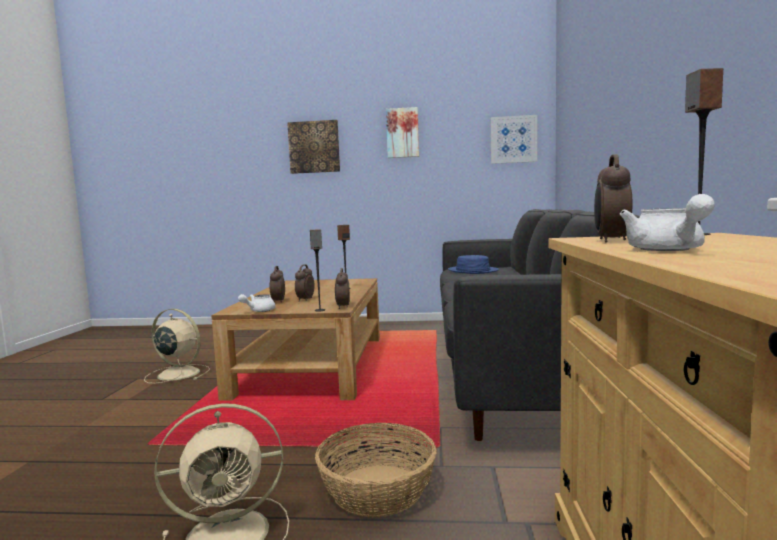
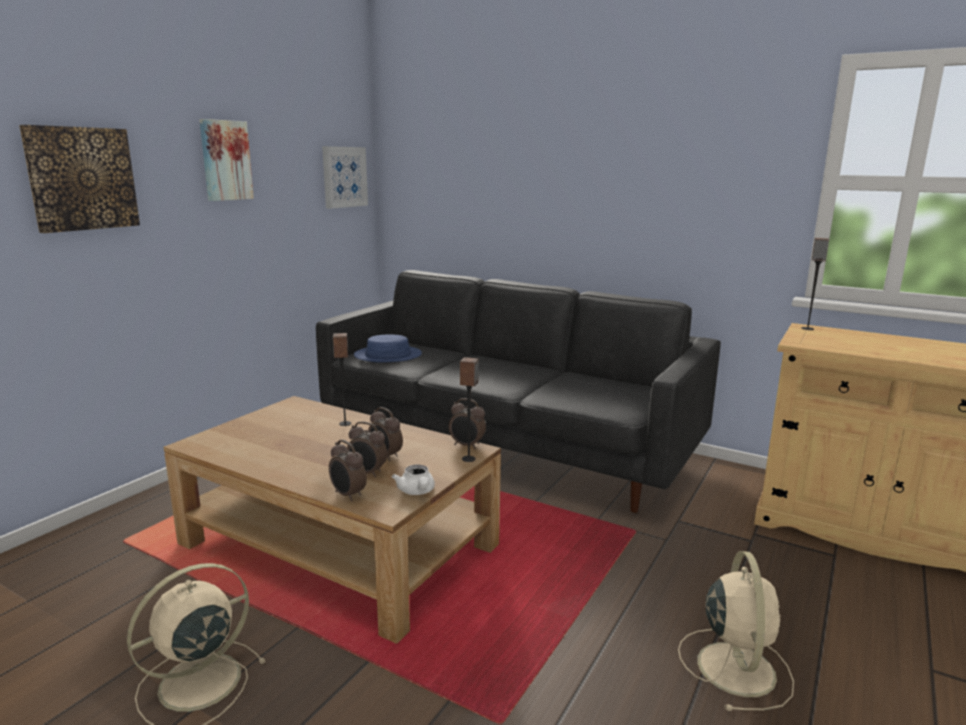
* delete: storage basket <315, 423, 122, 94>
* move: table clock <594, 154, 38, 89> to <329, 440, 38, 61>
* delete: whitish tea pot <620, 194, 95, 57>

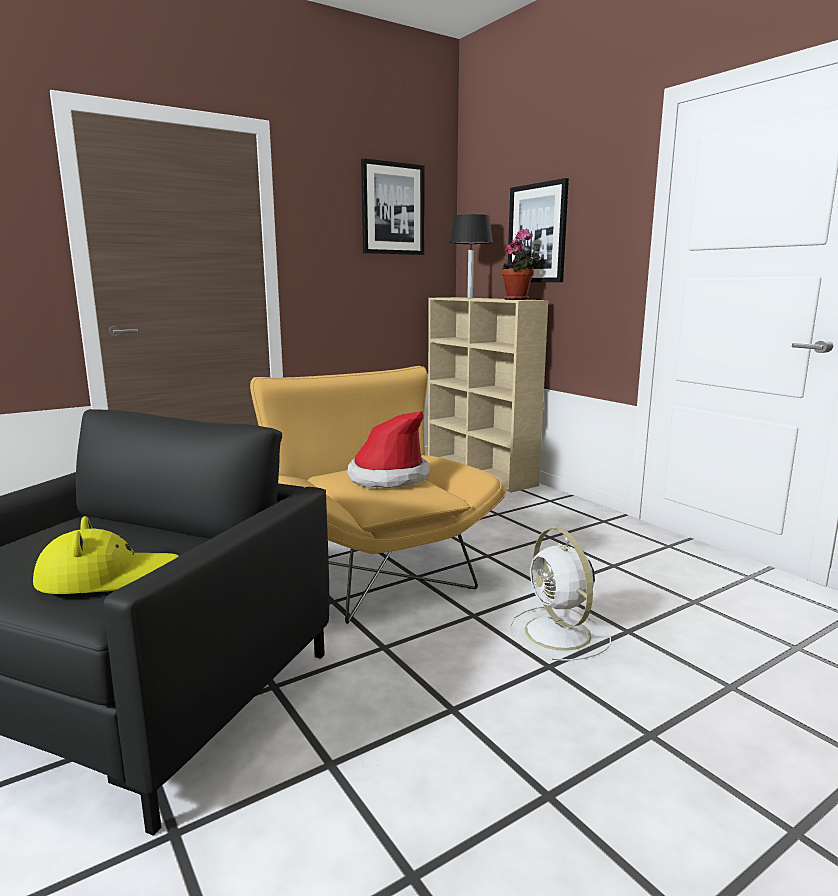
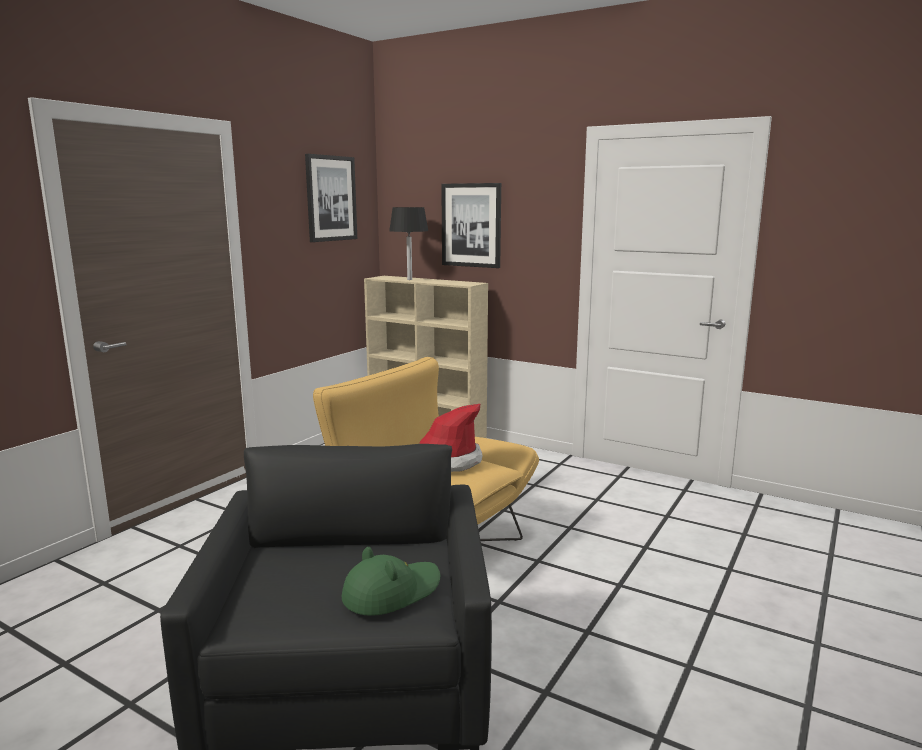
* recolor: yellow hat <33, 516, 146, 78> to greenish hat <342, 547, 98, 69>
* delete: potted plant <501, 229, 39, 71>
* delete: whitish electric fan <510, 528, 101, 133>

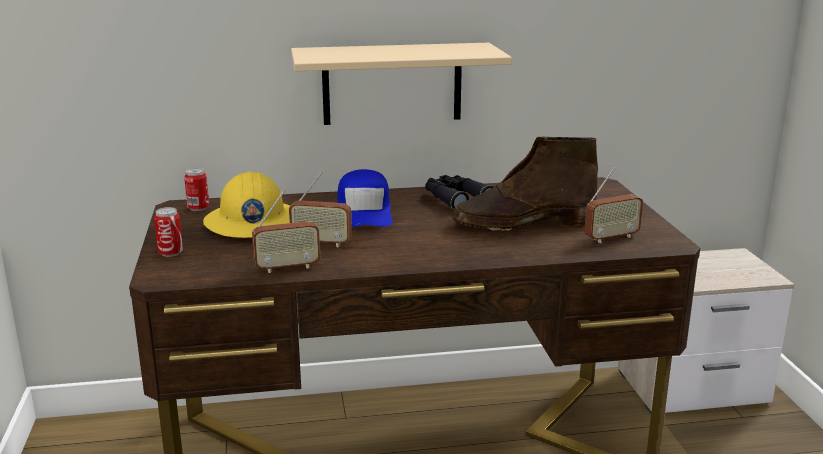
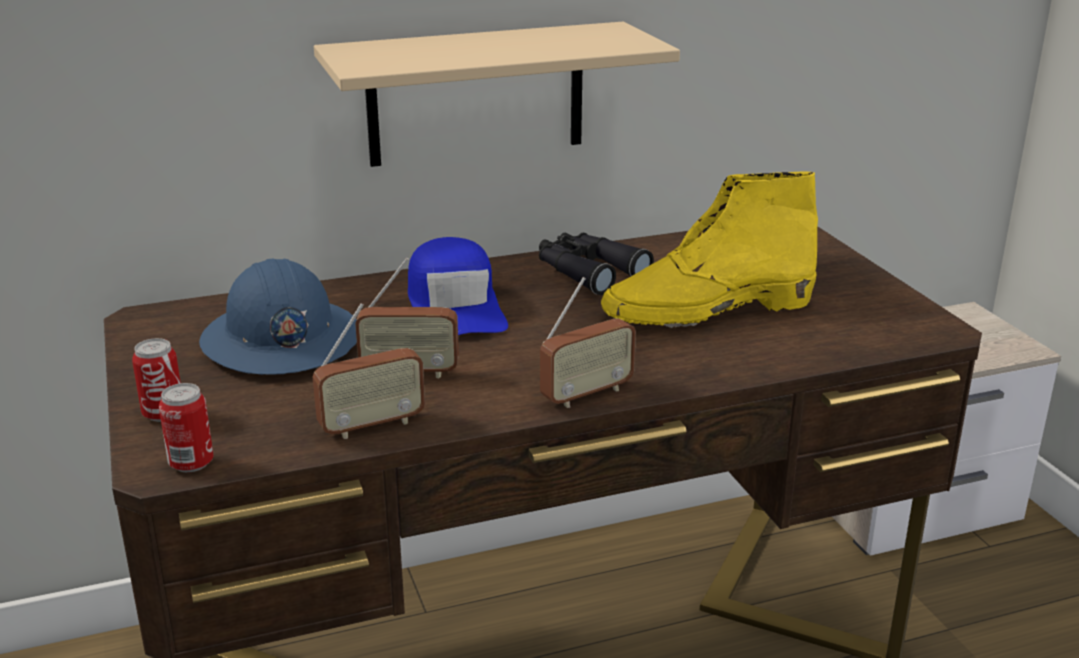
* move: metal can <184, 168, 25, 43> to <159, 383, 55, 89>
* recolor: yellow safety helmet <203, 172, 87, 66> to blue safety helmet <199, 258, 158, 117>
* recolor: brown-coloured boot <452, 137, 146, 94> to yellow boot <601, 172, 217, 156>
* move: radio <584, 167, 59, 76> to <540, 277, 96, 131>

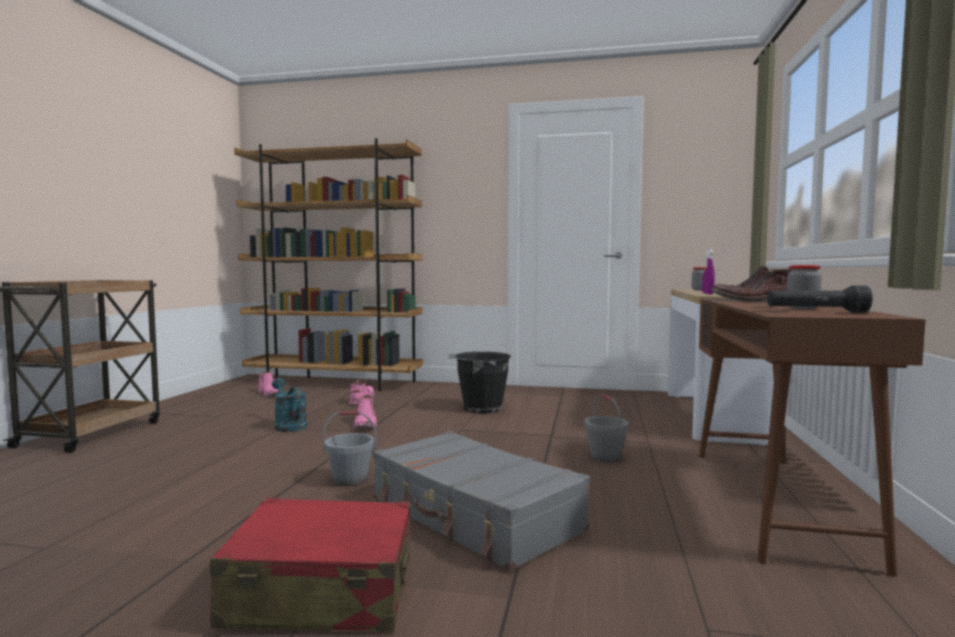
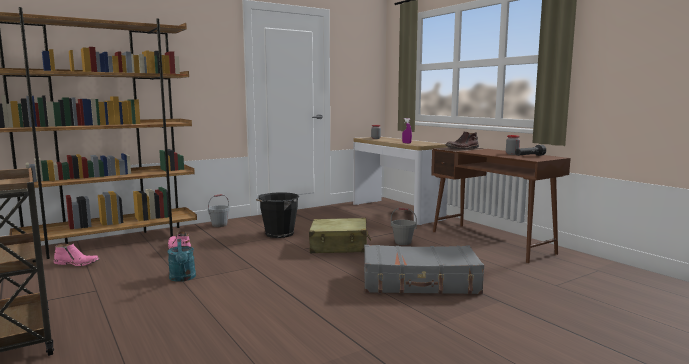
* delete: red-coloured piece of luggage <210, 498, 201, 134>
* rotate: blue-green sprinkling can <272, 378, 35, 54> = <168, 239, 28, 43> 120 degrees counterclockwise
* move: gray pail <323, 411, 53, 75> to <208, 194, 22, 33>
* delete: pinkish boot <354, 395, 23, 33>
* insert: sand-coloured piece of luggage <309, 218, 62, 35>

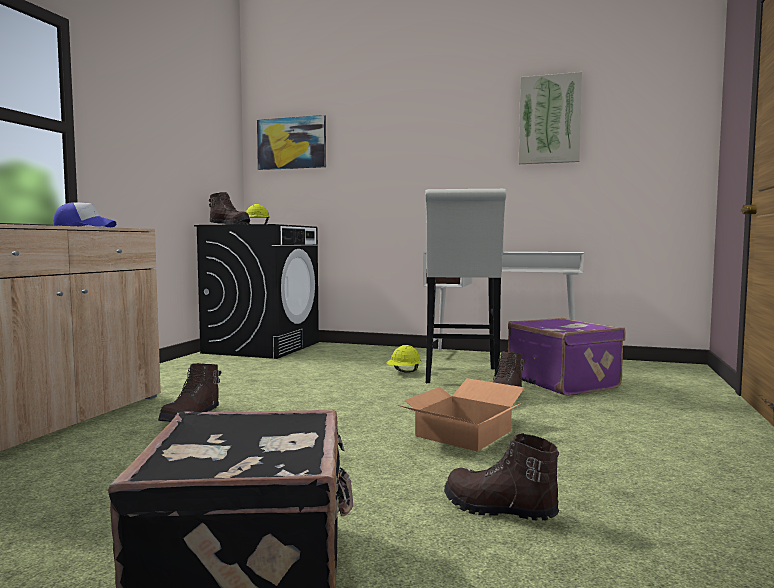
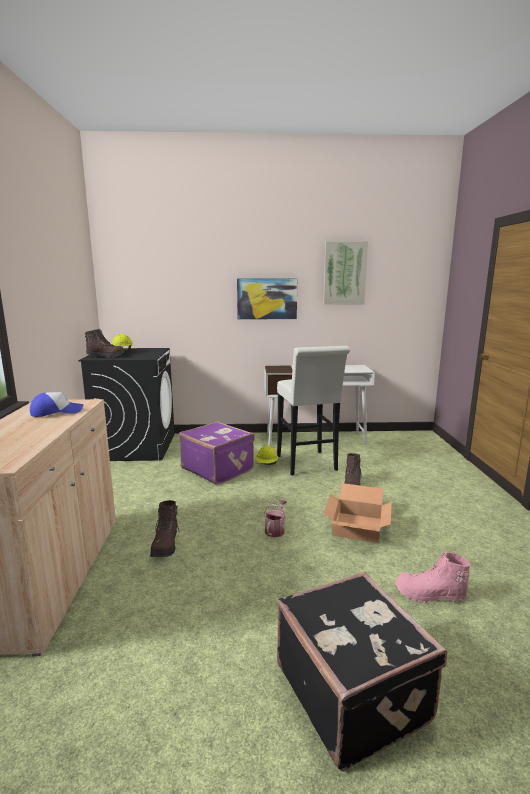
* move: picture <257, 115, 69, 55> to <237, 278, 60, 41>
* recolor: brown-coloured boot <444, 433, 115, 87> to pinkish boot <395, 552, 76, 51>
* move: purple-coloured piece of luggage <508, 318, 117, 77> to <179, 421, 76, 64>
* insert: sprinkling can <264, 500, 23, 37>

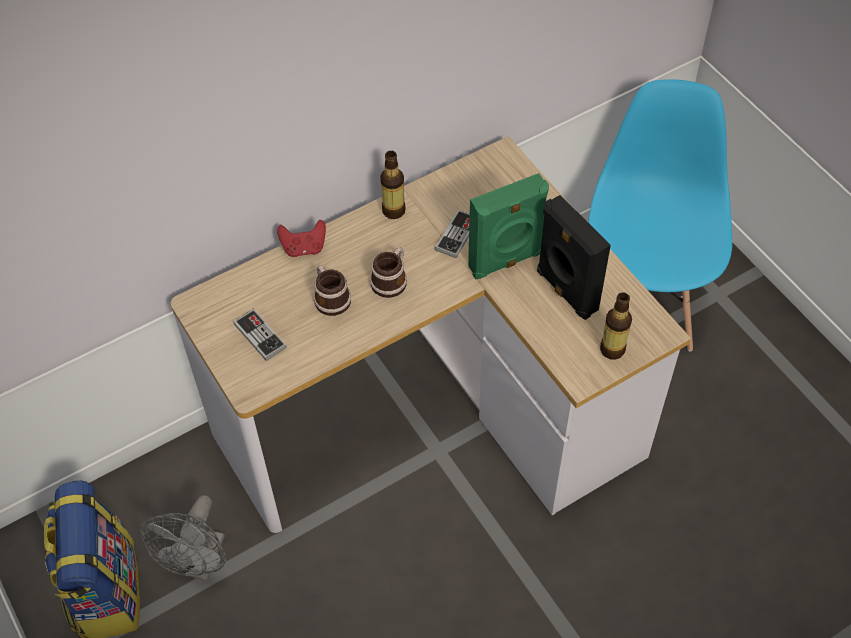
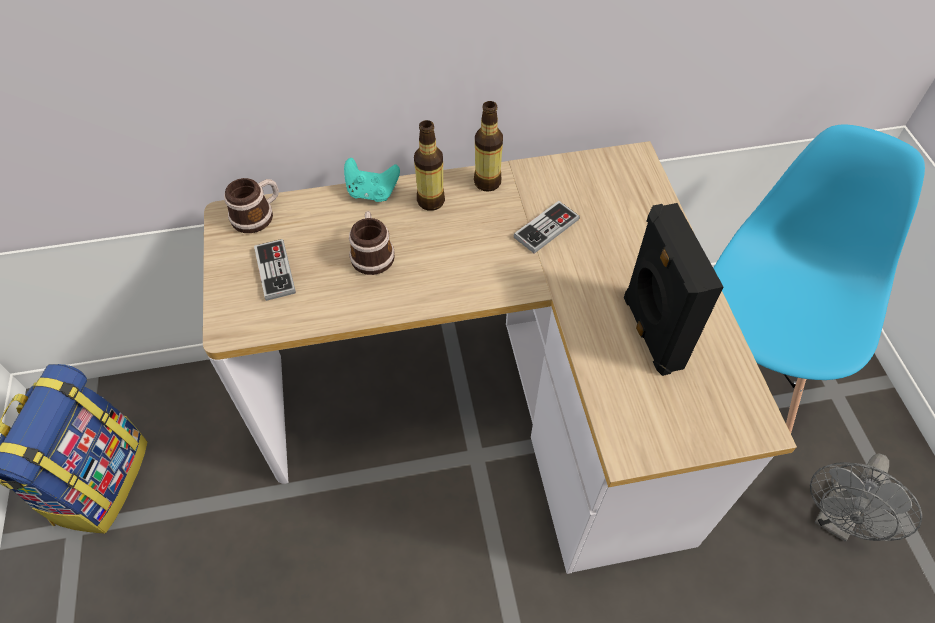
* move: gray electric fan <140, 495, 86, 86> to <810, 453, 112, 89>
* recolor: red-coloured game controller <277, 220, 49, 37> to blue-green game controller <344, 158, 56, 44>
* move: tea mug <370, 247, 37, 51> to <224, 178, 55, 55>
* delete: greenish loudspeaker <468, 173, 81, 106>
* move: beverage bottle <600, 292, 32, 68> to <414, 120, 31, 91>

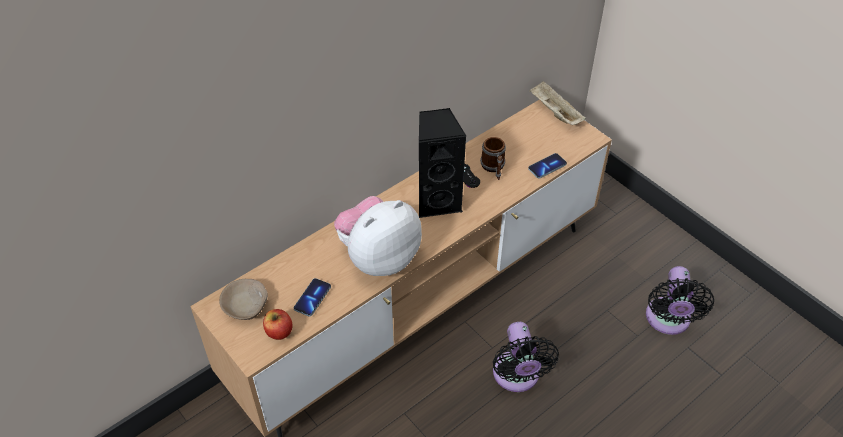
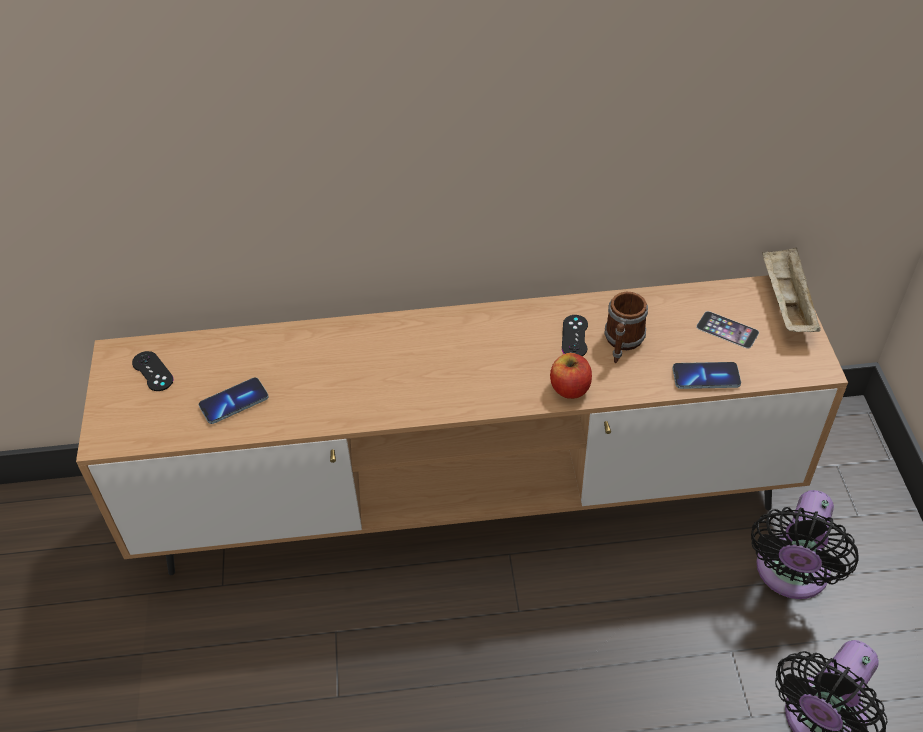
* replace: sand-coloured bowl <219, 279, 49, 41> to blackish game controller <132, 351, 42, 40>
* move: whole apple <263, 309, 29, 31> to <550, 353, 42, 46>
* delete: plush toy <334, 196, 88, 80>
* delete: blackish loudspeaker <419, 108, 48, 110>
* move: blackish electric fan <493, 322, 66, 70> to <751, 490, 108, 109>
* insert: phone <696, 311, 63, 38>

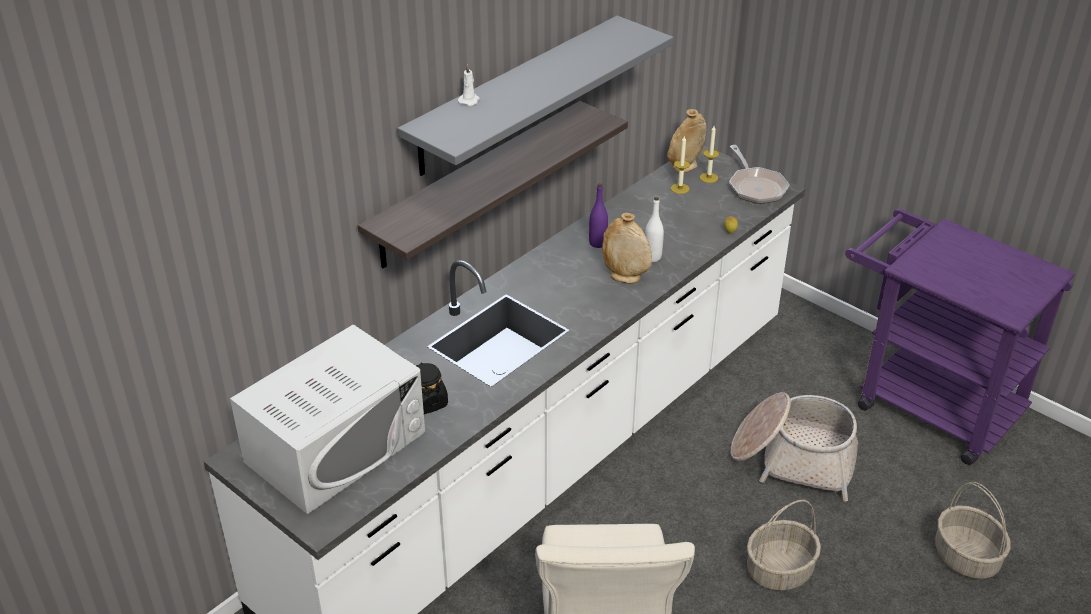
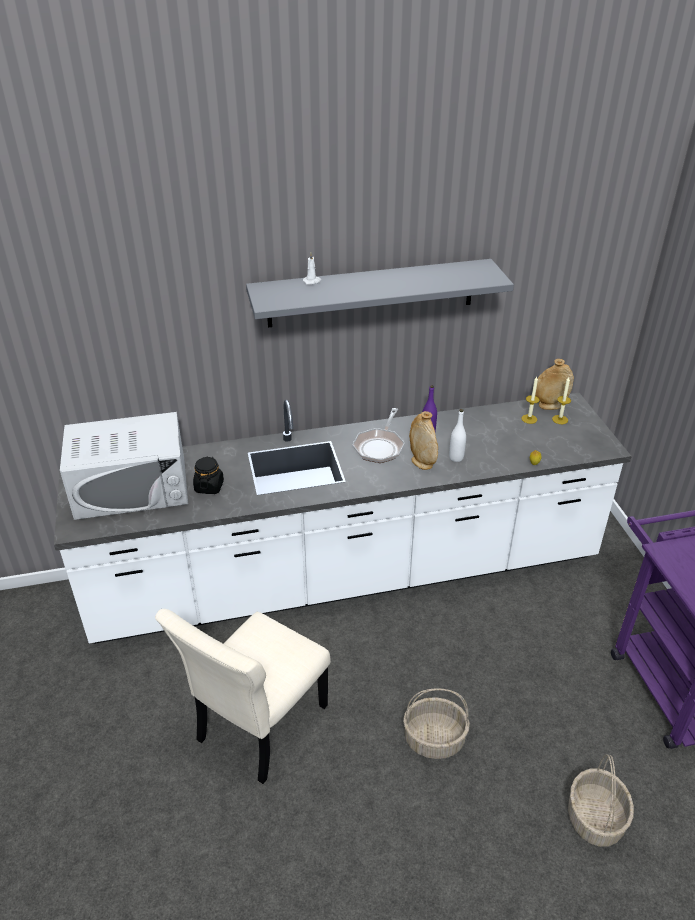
* delete: bracket shelf <358, 101, 270, 167>
* move: pan <729, 145, 61, 59> to <352, 408, 53, 55>
* delete: storage basket <730, 392, 128, 110>

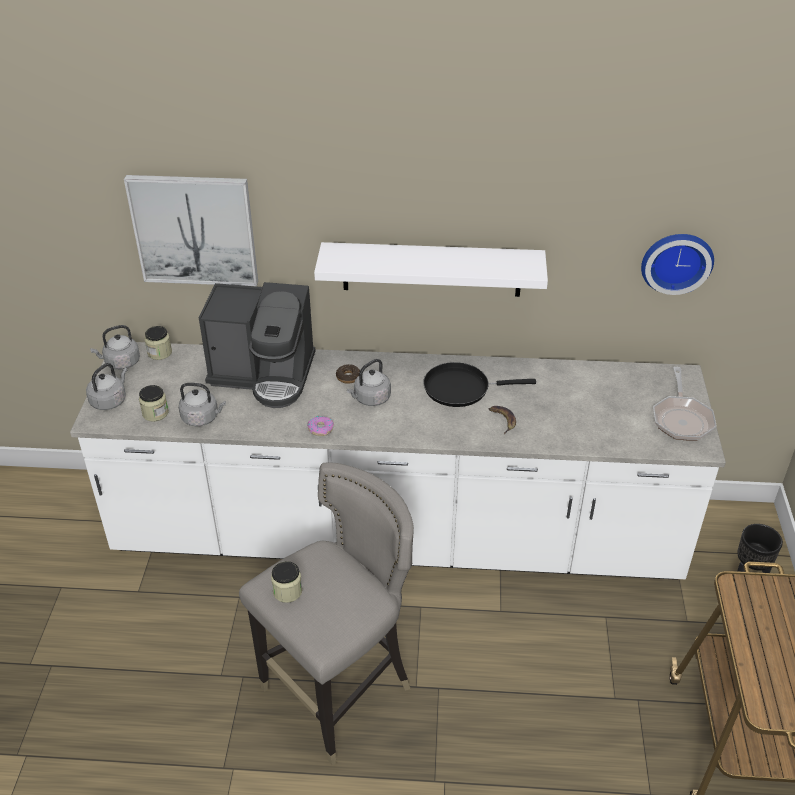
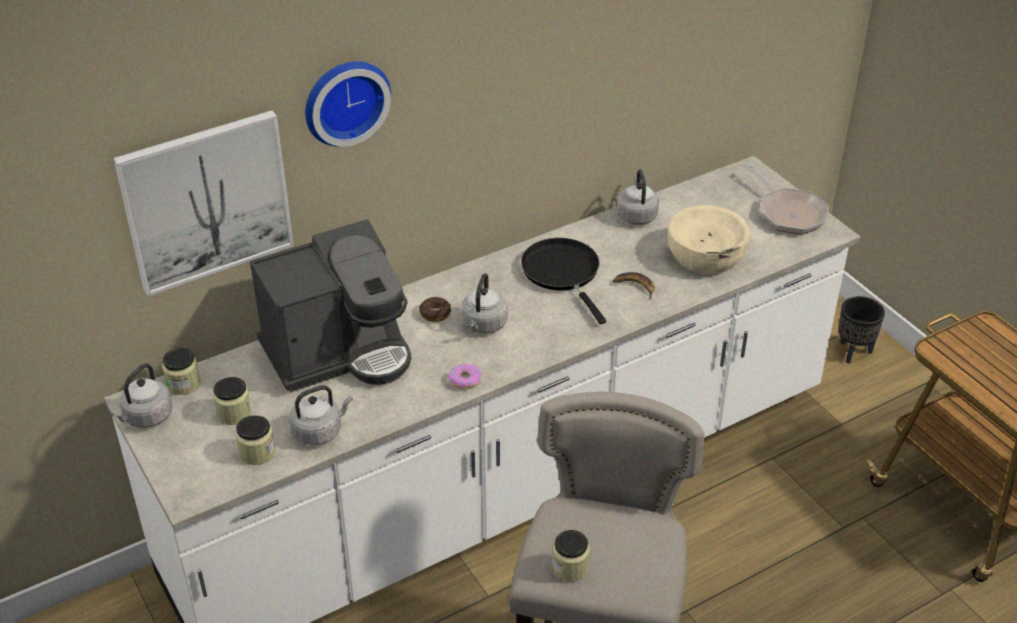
* move: gray tea kettle <86, 363, 41, 47> to <617, 170, 42, 55>
* delete: whitish bracket shelf <314, 242, 234, 55>
* rotate: blackish pan <423, 362, 113, 45> = <521, 238, 85, 86> 105 degrees clockwise
* move: hanging clock <641, 234, 73, 61> to <305, 61, 86, 86>
* insert: storage jar <213, 377, 39, 48>
* insert: sand-coloured bowl <668, 205, 82, 69>

